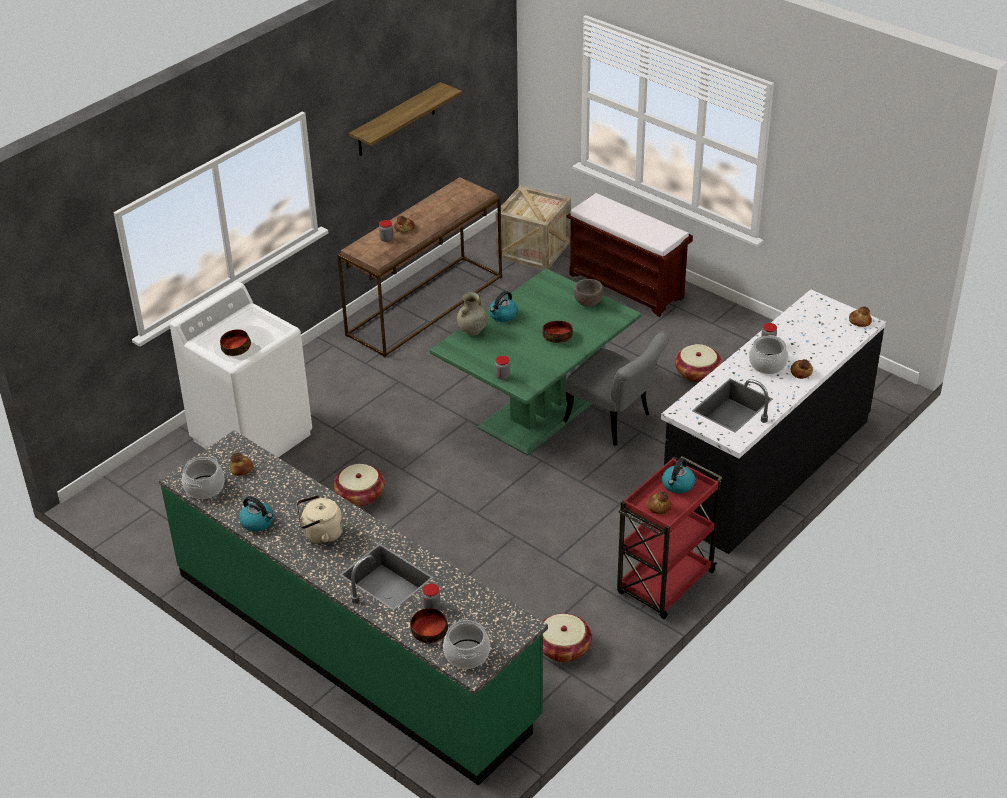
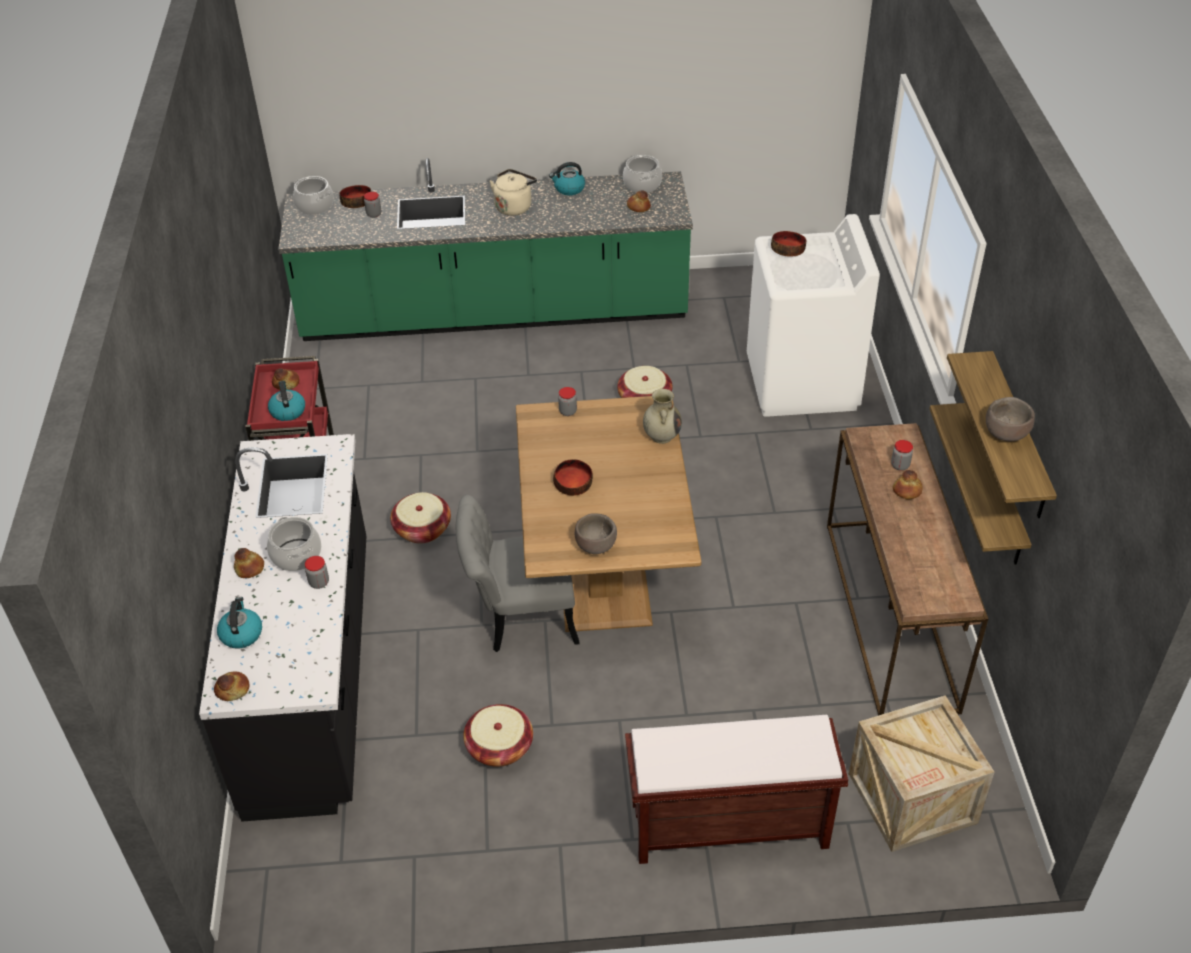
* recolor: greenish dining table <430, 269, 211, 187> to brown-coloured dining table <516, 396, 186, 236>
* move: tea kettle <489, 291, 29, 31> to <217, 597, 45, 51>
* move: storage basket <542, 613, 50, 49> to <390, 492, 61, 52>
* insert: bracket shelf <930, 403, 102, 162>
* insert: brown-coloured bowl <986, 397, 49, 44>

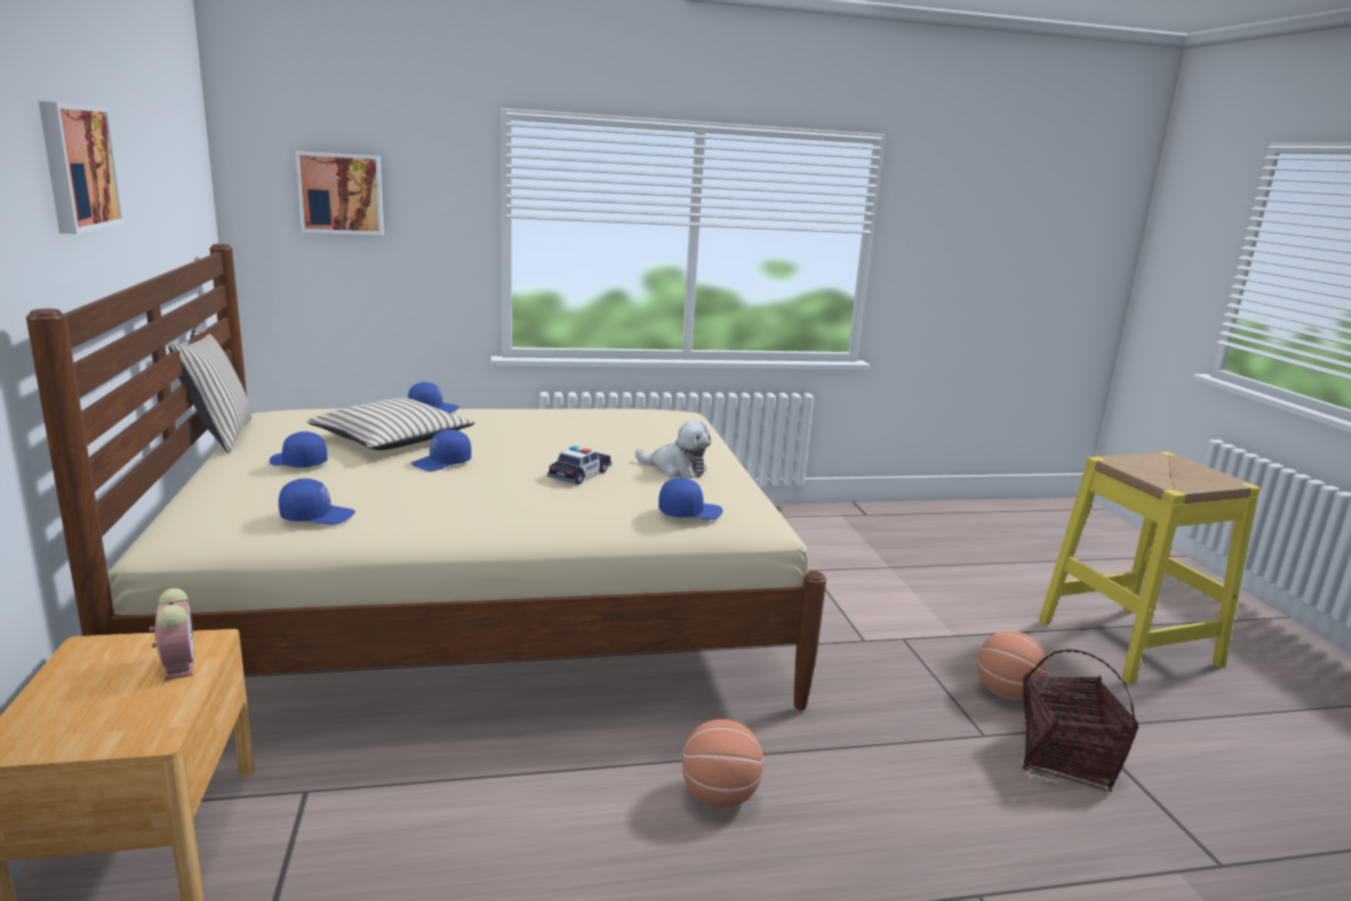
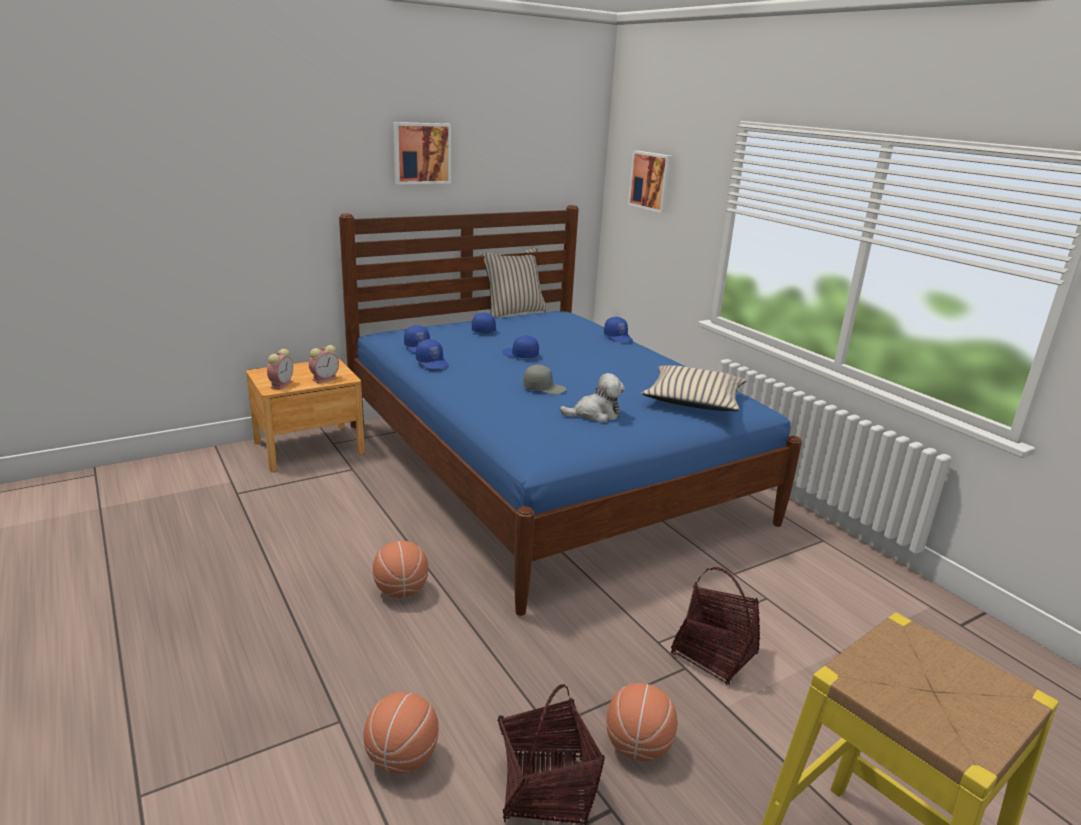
* recolor: sand-coloured bed <26, 244, 800, 466> to blue bed <339, 205, 463, 411>
* move: sand-coloured pillow <307, 397, 168, 53> to <641, 365, 106, 46>
* replace: toy car <547, 446, 65, 38> to gray cap <523, 365, 44, 30>
* rotate: plush toy <635, 420, 76, 58> = <560, 373, 65, 50> 105 degrees counterclockwise
* move: blue cap <659, 478, 64, 42> to <416, 339, 33, 30>
* insert: table clock <267, 349, 26, 40>
* insert: ball for basketball <363, 692, 76, 82>
* insert: storage basket <671, 567, 89, 119>

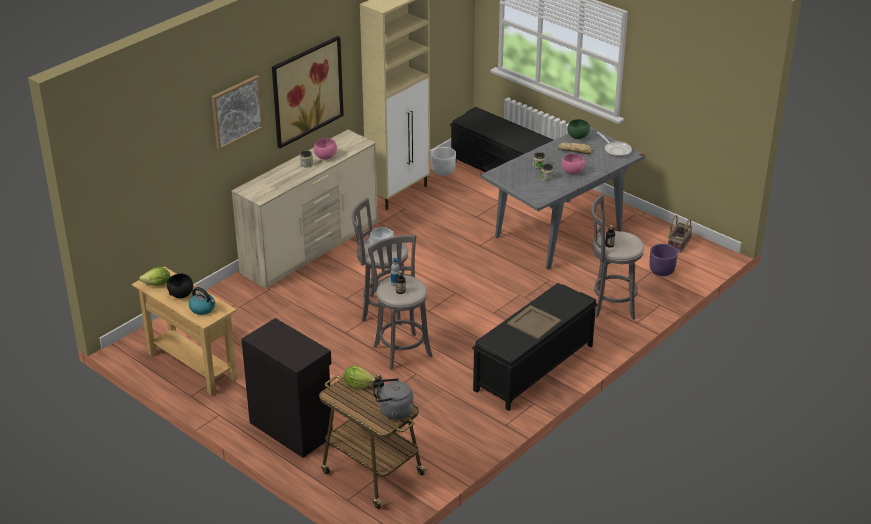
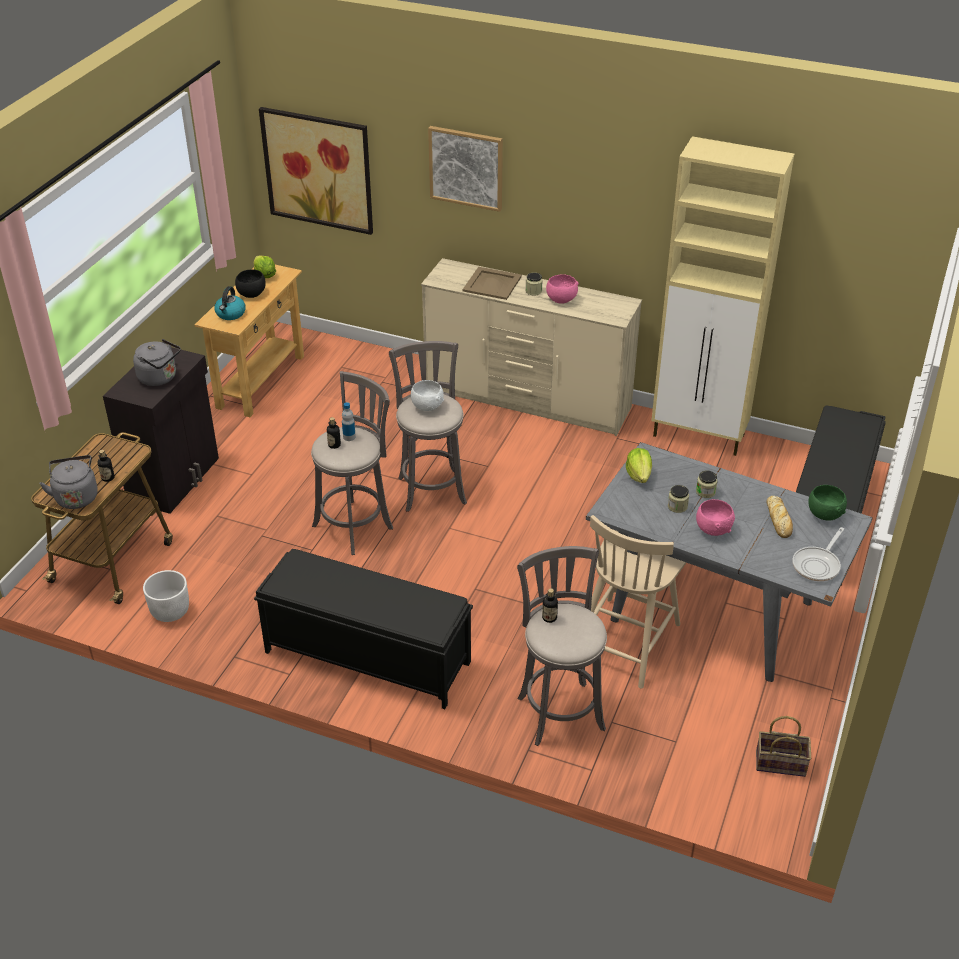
* move: picture <272, 36, 72, 112> to <259, 107, 114, 128>
* move: head of lettuce <343, 366, 33, 23> to <626, 448, 26, 35>
* move: whitish flower pot <431, 147, 25, 29> to <143, 570, 46, 52>
* move: sand-coloured carrying tray <507, 305, 54, 35> to <463, 267, 59, 33>
* delete: purple-coloured flower pot <650, 244, 28, 32>
* insert: gray tea kettle <133, 339, 48, 47>
* insert: sand-coloured chair <590, 515, 96, 174>

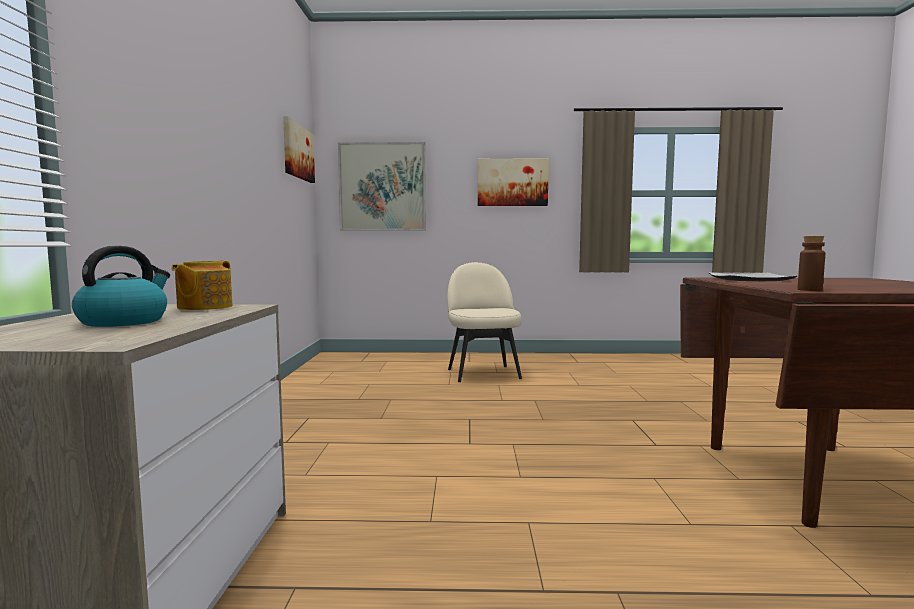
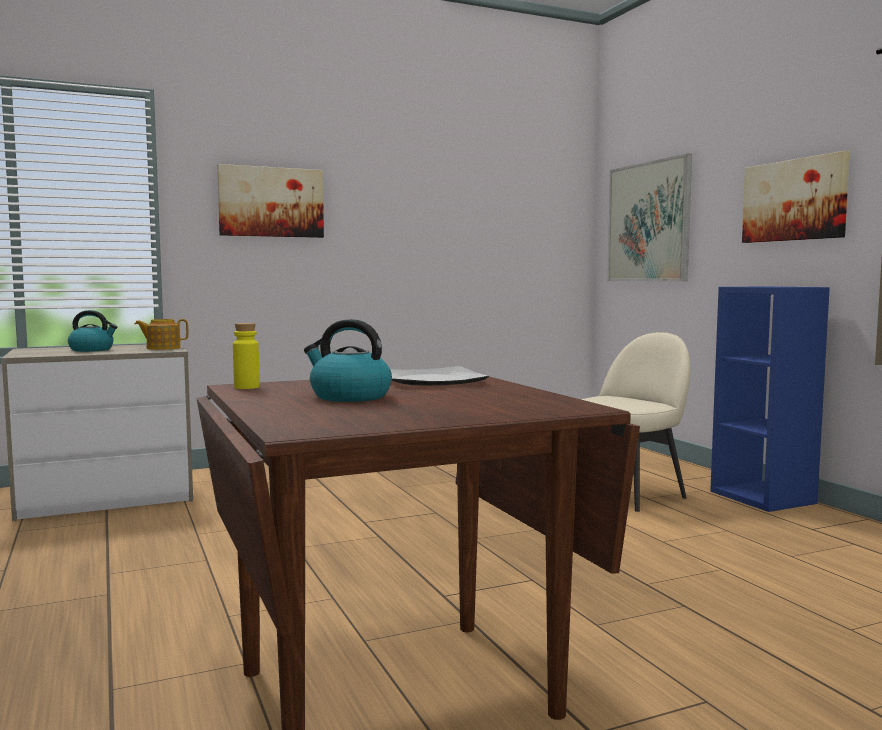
* move: picture <283, 116, 32, 67> to <217, 164, 107, 74>
* recolor: brown-coloured beverage bottle <797, 236, 28, 55> to yellow beverage bottle <233, 323, 27, 66>
* insert: tea kettle <304, 319, 88, 83>
* insert: blue bookcase <710, 287, 120, 225>

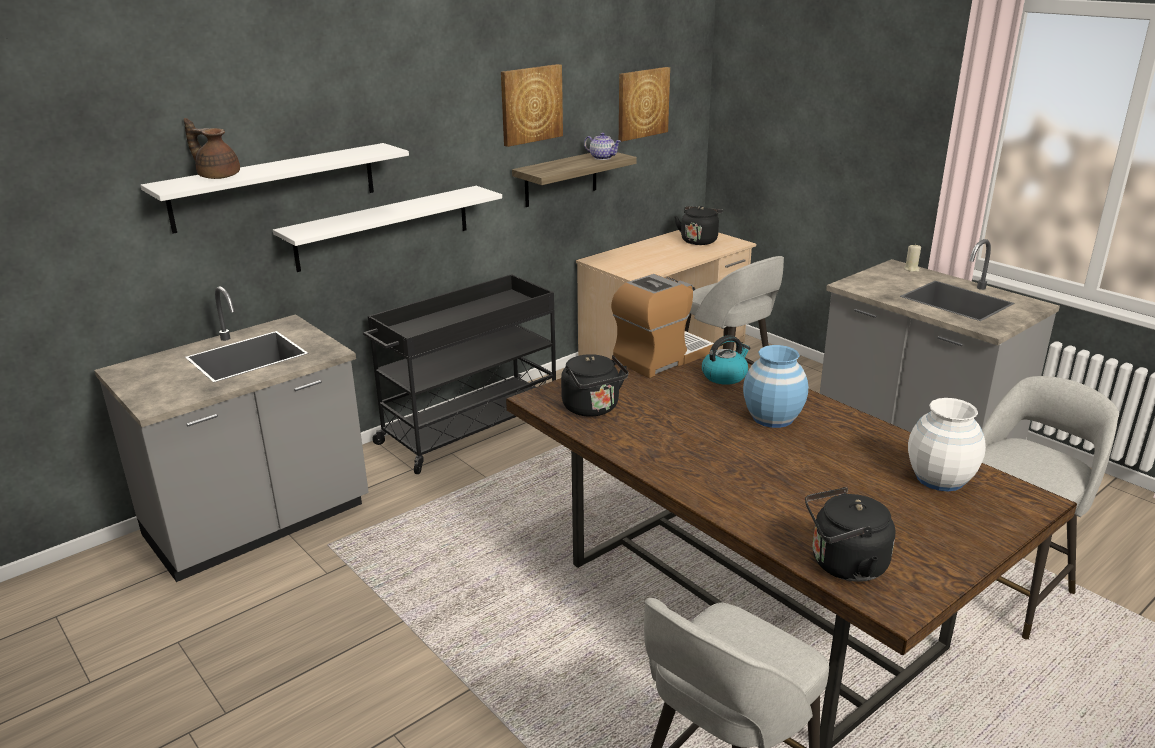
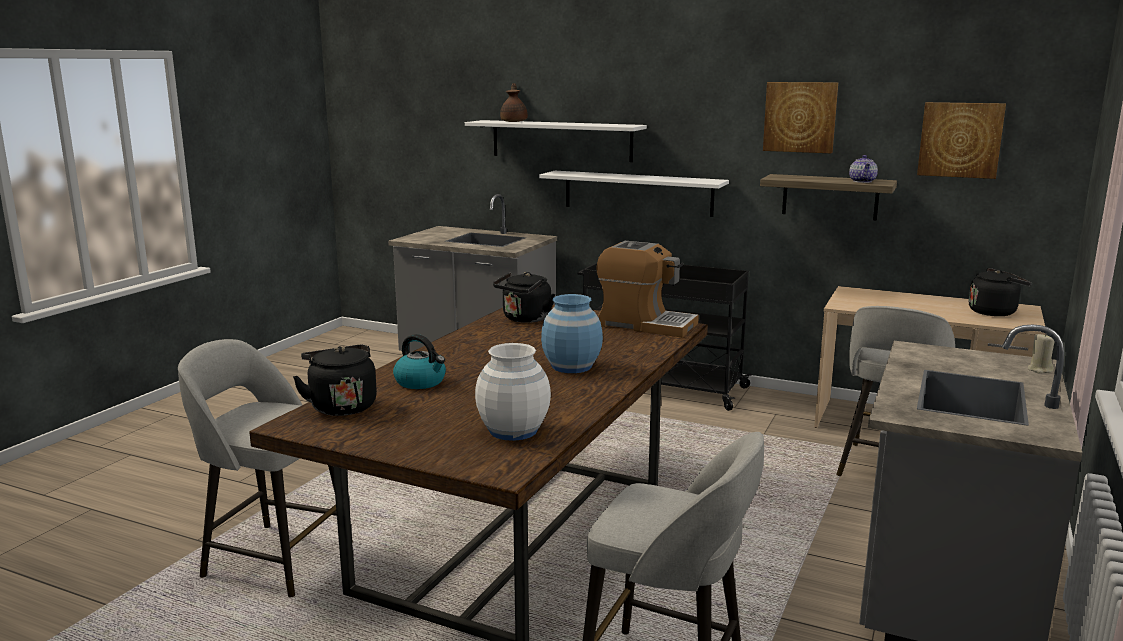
* move: tea kettle <702, 335, 49, 50> to <393, 334, 53, 55>

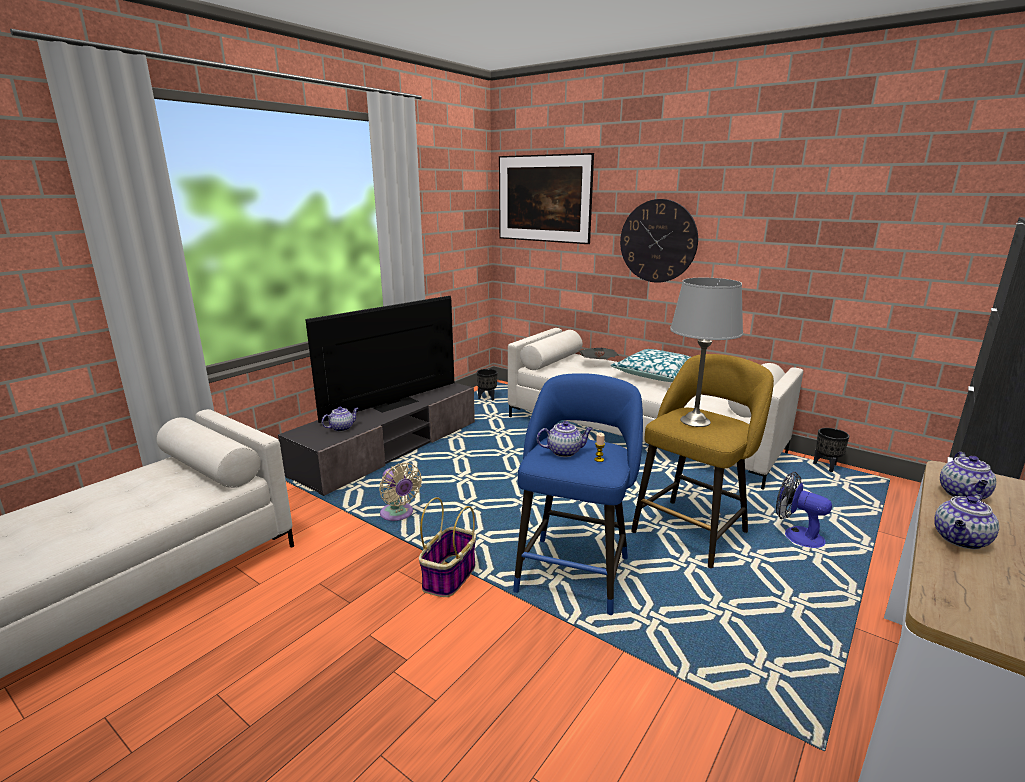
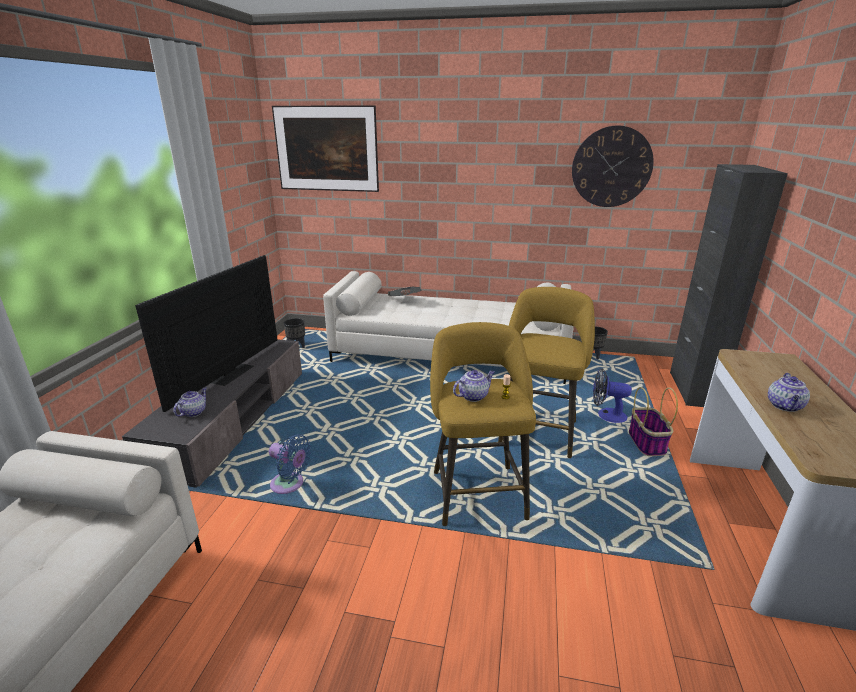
* recolor: sand-coloured electric fan <379, 463, 43, 58> to blue electric fan <269, 434, 42, 60>
* move: storage basket <419, 497, 57, 100> to <629, 387, 49, 69>
* recolor: blue stool <513, 373, 130, 242> to yellow stool <430, 322, 106, 204>
* delete: pillow <611, 349, 80, 33>
* move: hanging clock <620, 199, 78, 84> to <572, 126, 82, 81>
* delete: gray tabletop lamp <670, 278, 73, 149>
* delete: tea pot <940, 452, 56, 47>

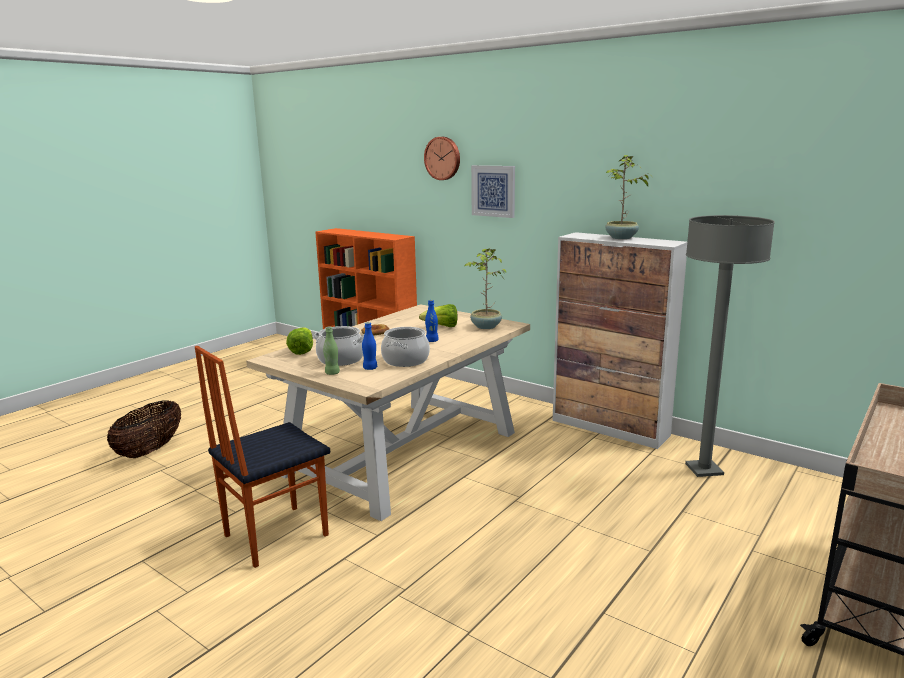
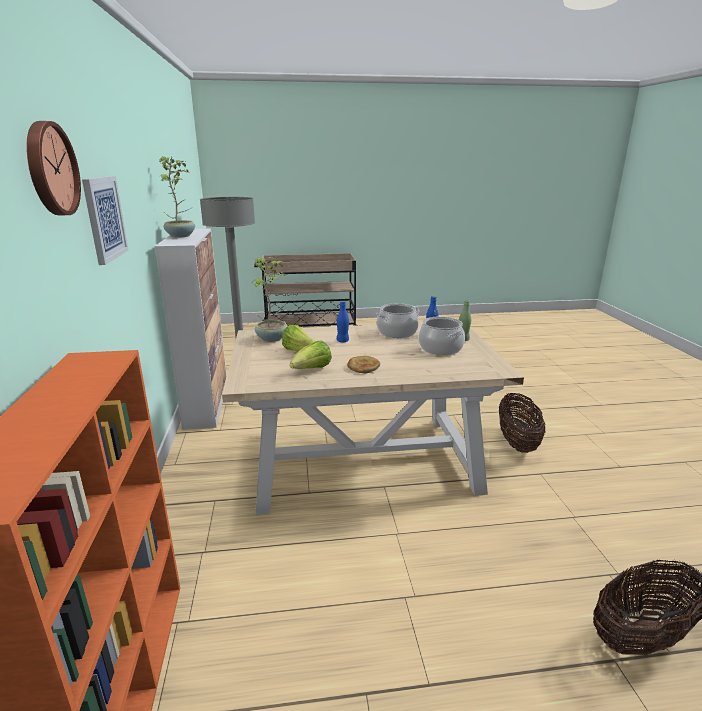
* replace: chair <195, 346, 135, 222> to storage basket <499, 393, 46, 60>
* move: head of lettuce <286, 327, 27, 28> to <290, 340, 42, 29>

